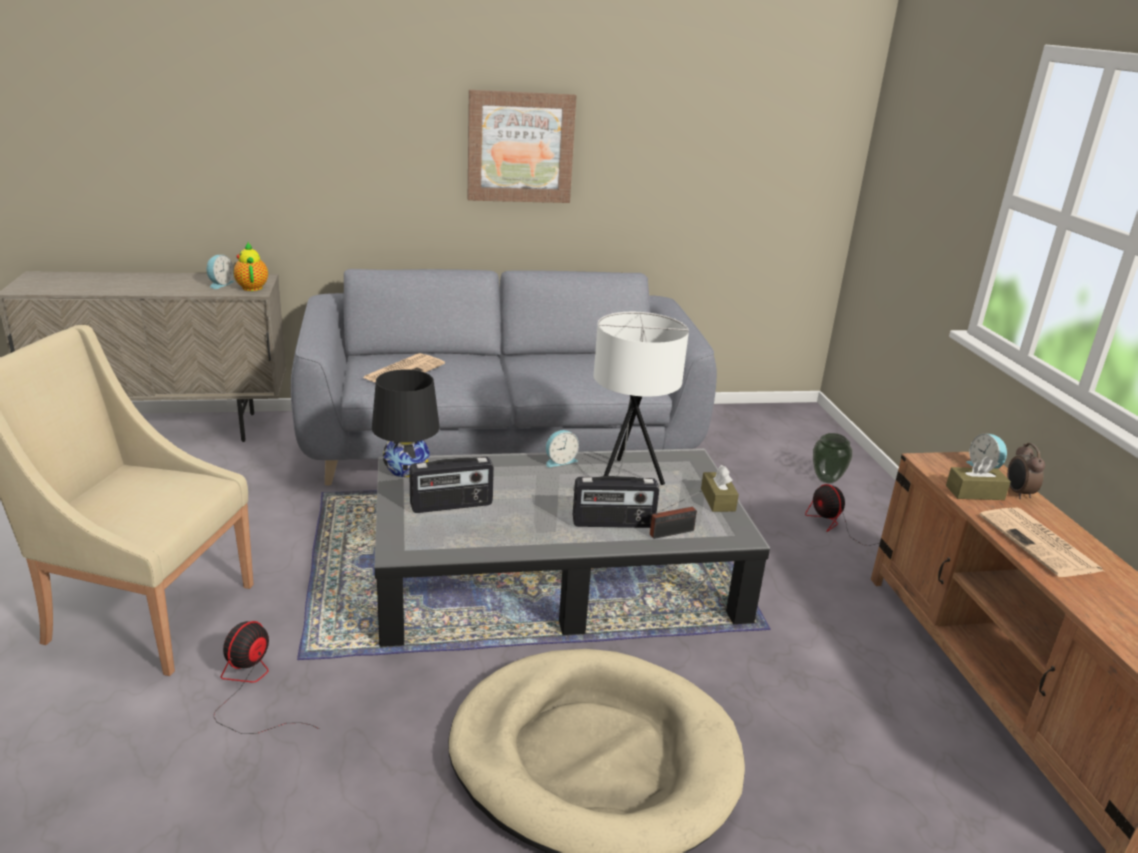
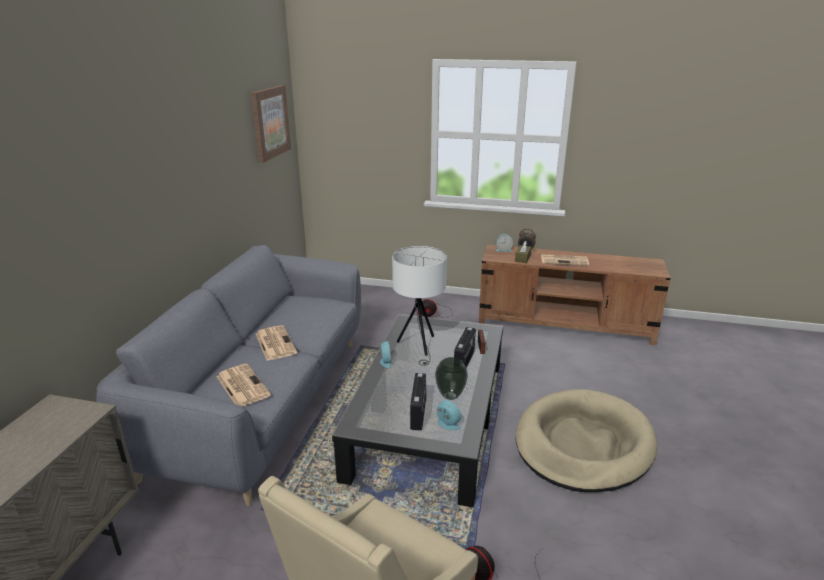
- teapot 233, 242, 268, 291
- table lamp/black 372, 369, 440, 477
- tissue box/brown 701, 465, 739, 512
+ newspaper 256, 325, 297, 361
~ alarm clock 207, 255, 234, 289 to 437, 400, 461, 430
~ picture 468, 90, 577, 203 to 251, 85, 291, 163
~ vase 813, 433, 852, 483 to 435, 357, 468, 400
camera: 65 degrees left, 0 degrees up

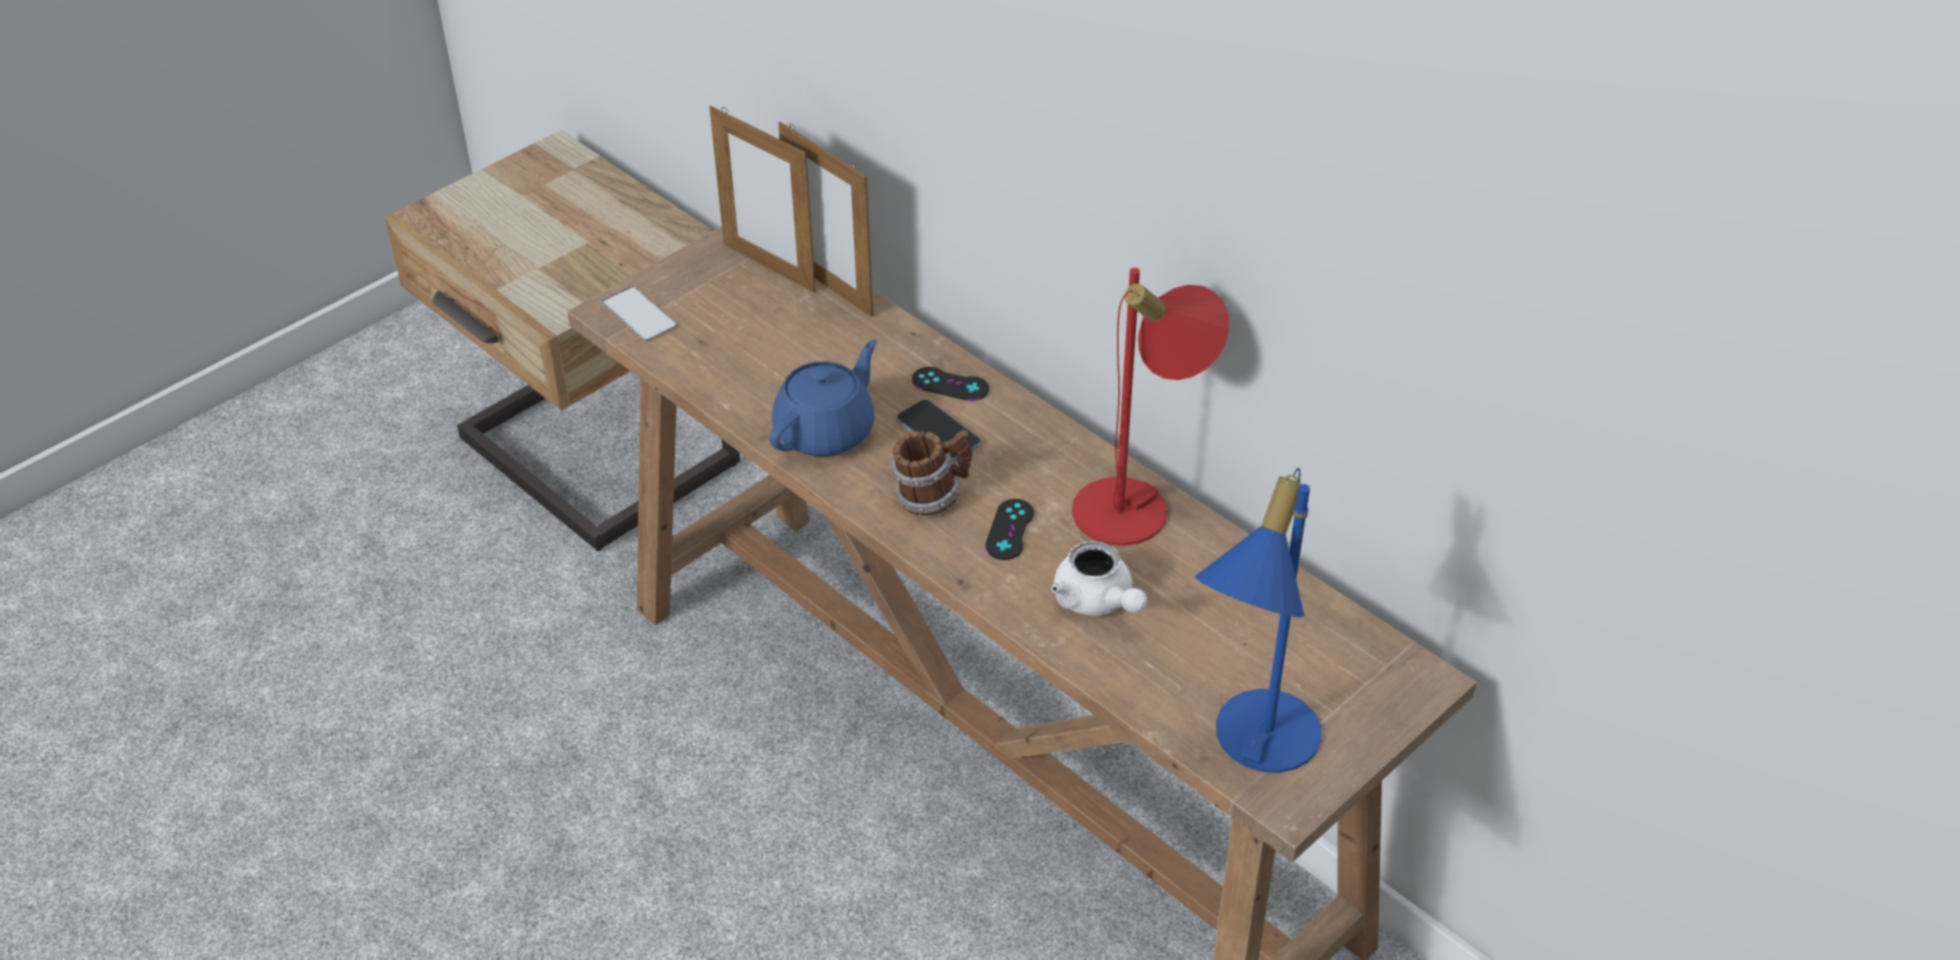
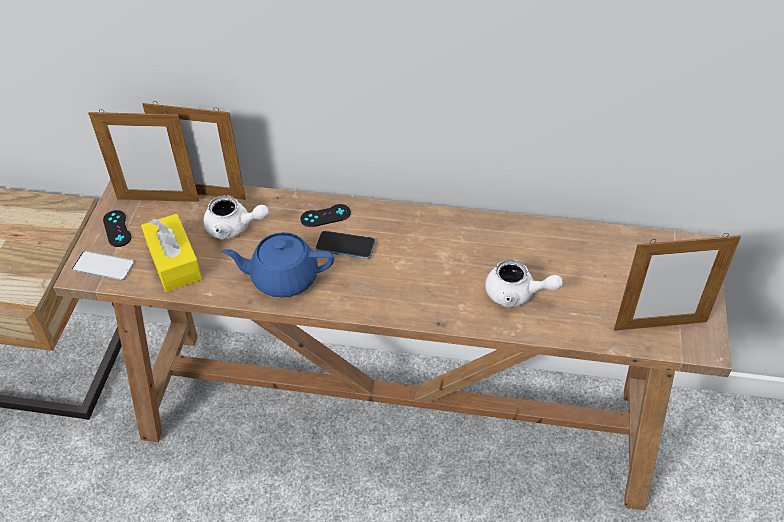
- mug 890, 430, 972, 516
- table lamp/red 1072, 268, 1229, 546
+ tissue box/yellow 141, 214, 202, 292
+ teapot/white 203, 195, 269, 239
~ game controller/black 985, 499, 1034, 560 to 103, 210, 132, 247
~ table lamp/blue 1195, 468, 1322, 773 to picture frame 614, 233, 741, 331
~ teapot/blue 769, 339, 877, 457 = 222, 232, 334, 298 90 degrees counterclockwise
camera: 35 degrees left, 5 degrees up

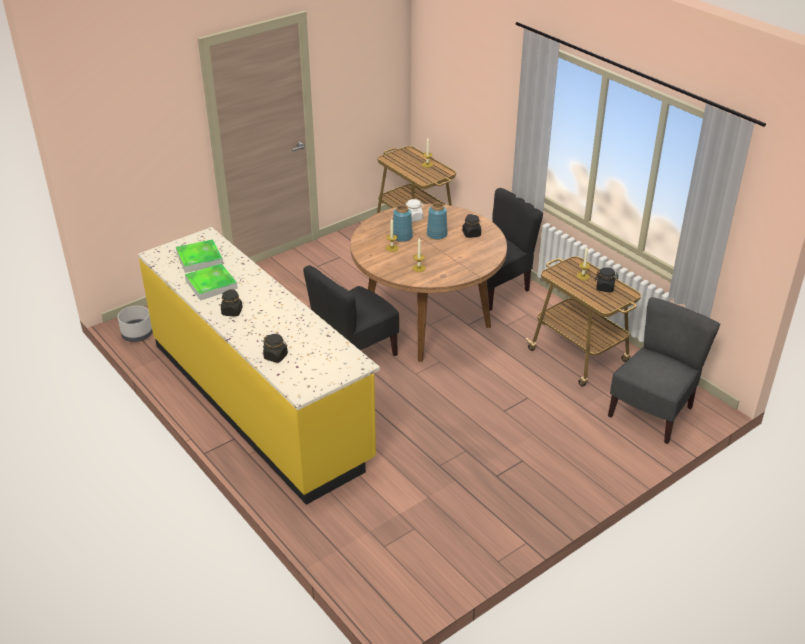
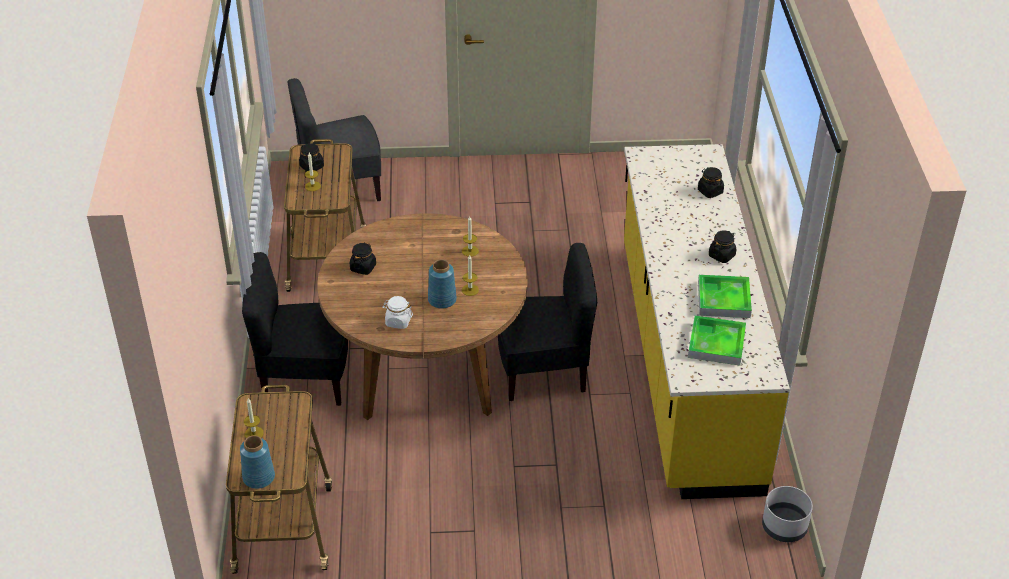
~ vase/blue 427, 203, 448, 240 to 240, 435, 275, 489
camera: 145 degrees left, 5 degrees up

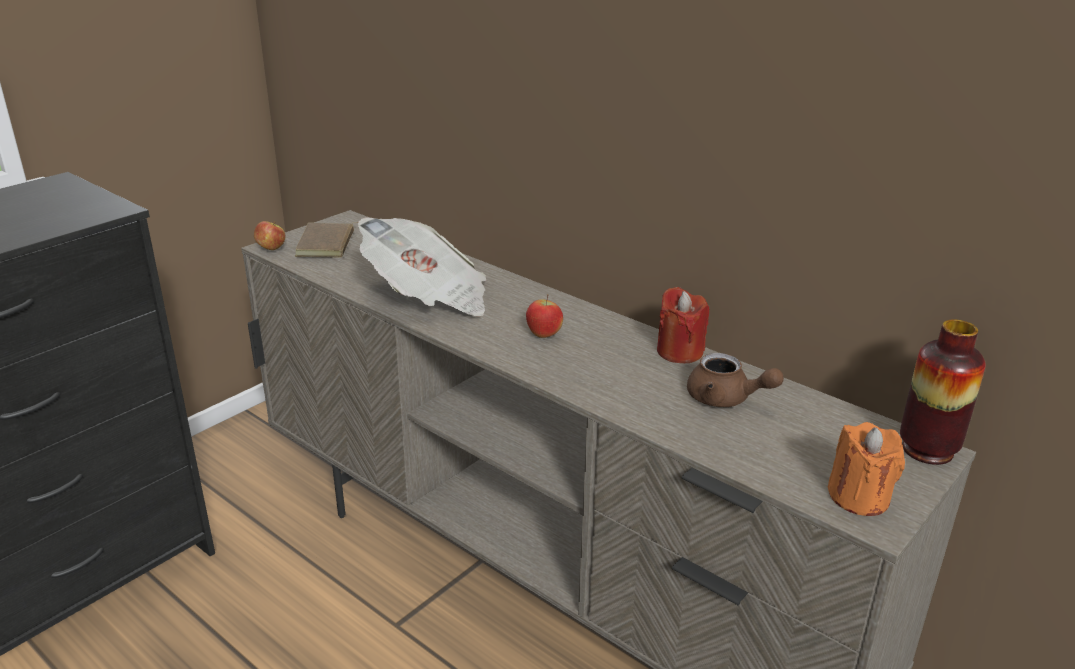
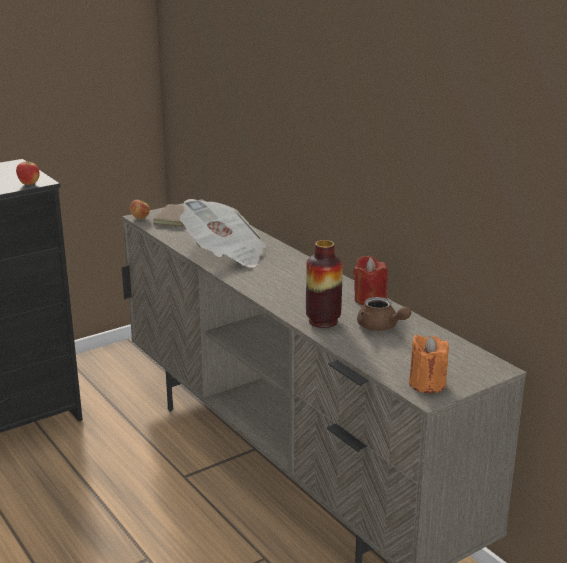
~ apple 526, 294, 563, 338 to 16, 158, 40, 185
~ vase 900, 319, 986, 465 to 306, 240, 343, 328
camera: 15 degrees right, 5 degrees down

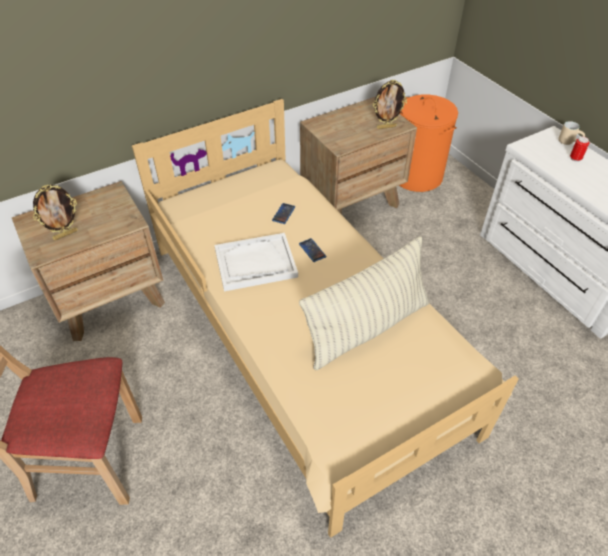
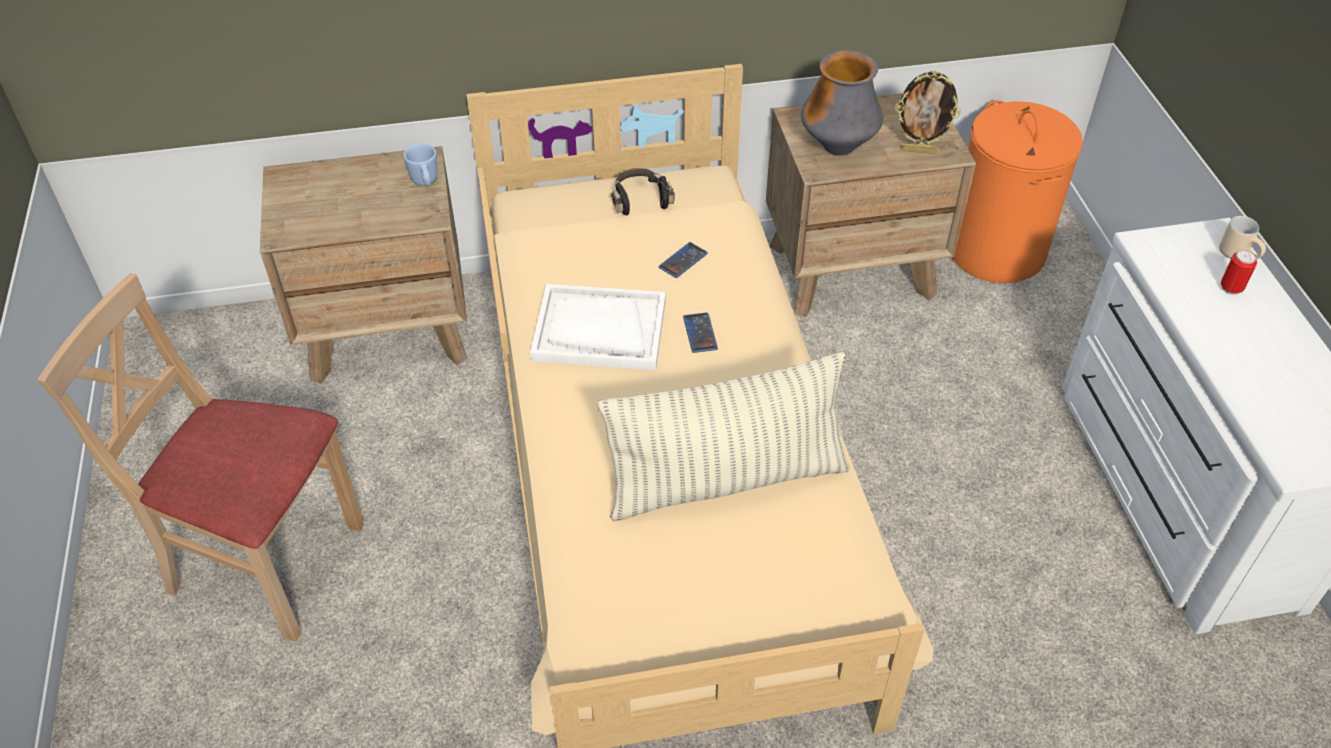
- picture frame 33, 185, 78, 240
+ mug/blue 403, 143, 438, 186
+ headphones/black 611, 168, 675, 215
+ vase 801, 51, 883, 156
camera: 20 degrees right, 0 degrees up

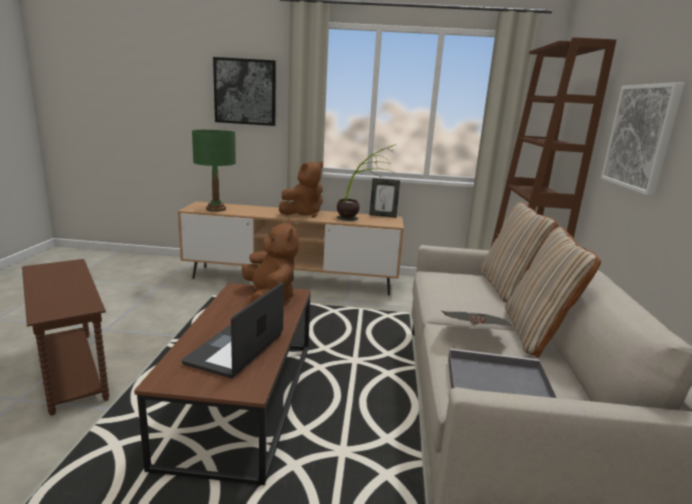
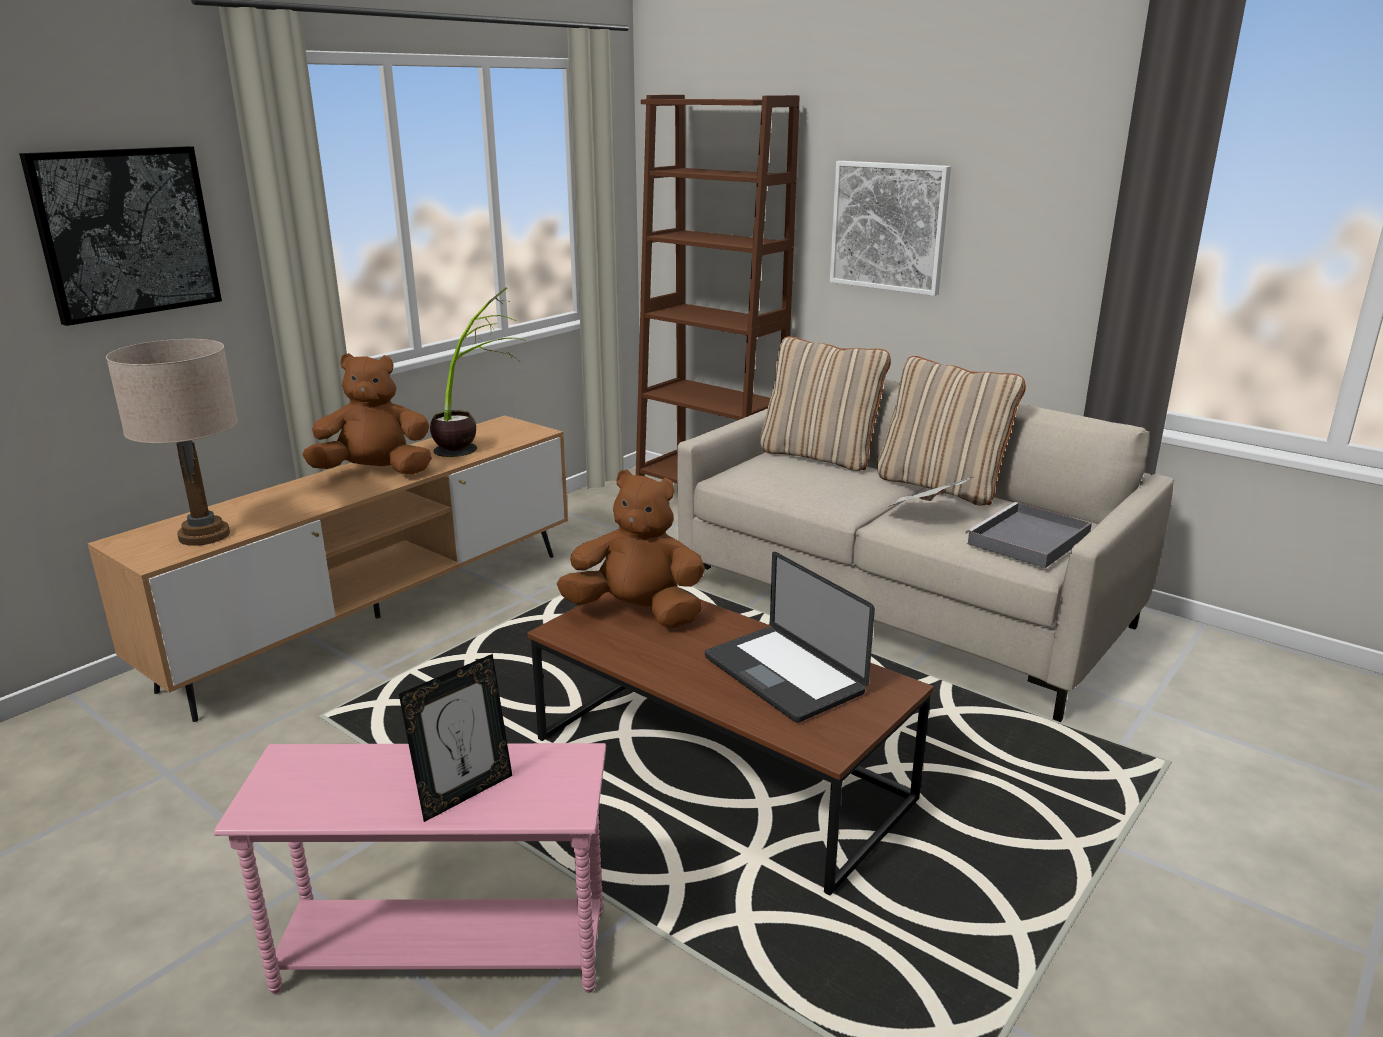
~ picture frame 369, 178, 400, 218 to 399, 654, 512, 822
~ side table/brown 22, 259, 109, 416 to side table/pink 214, 743, 606, 994
~ table lamp/green 192, 130, 236, 212 to table lamp/beige 106, 339, 238, 546
~ plush toy/brown 279, 162, 323, 217 = 302, 353, 432, 474 90 degrees counterclockwise
camera: 55 degrees left, 5 degrees up

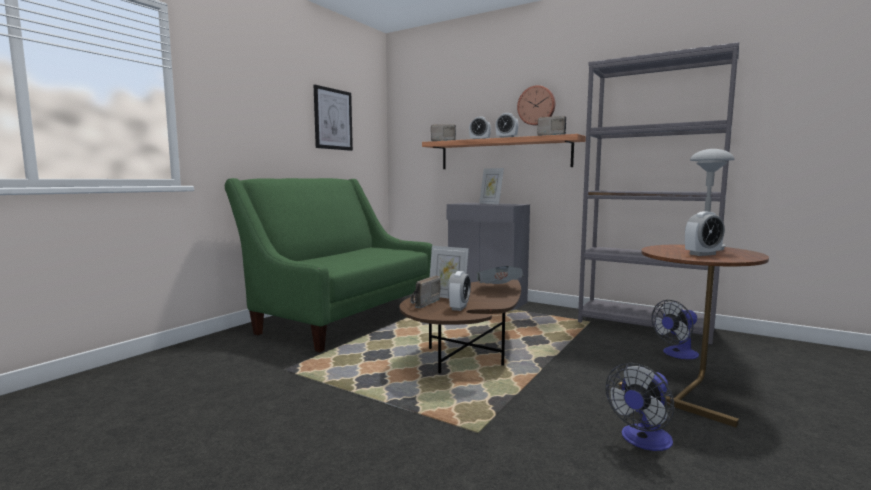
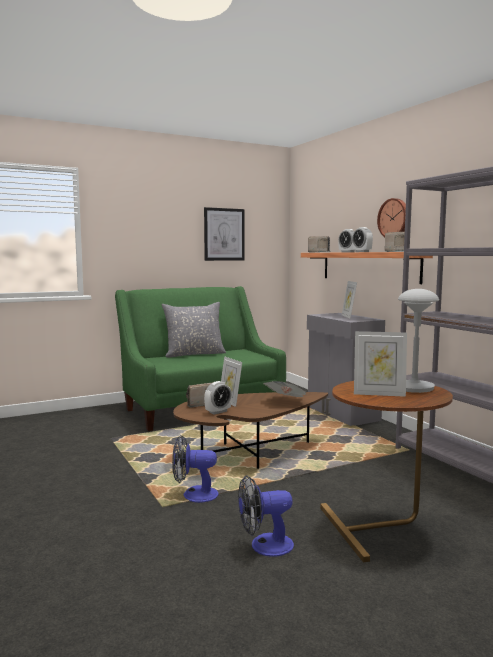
+ pillow/grey 161, 302, 226, 358
~ fan 652, 300, 699, 359 to 172, 435, 218, 503
~ alarm clock 685, 211, 725, 256 to picture frame 354, 331, 407, 397
camera: 30 degrees right, 0 degrees up

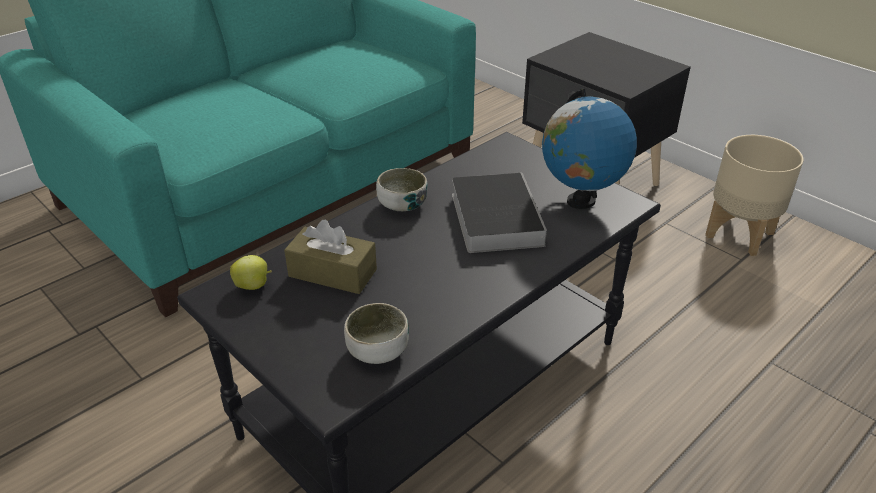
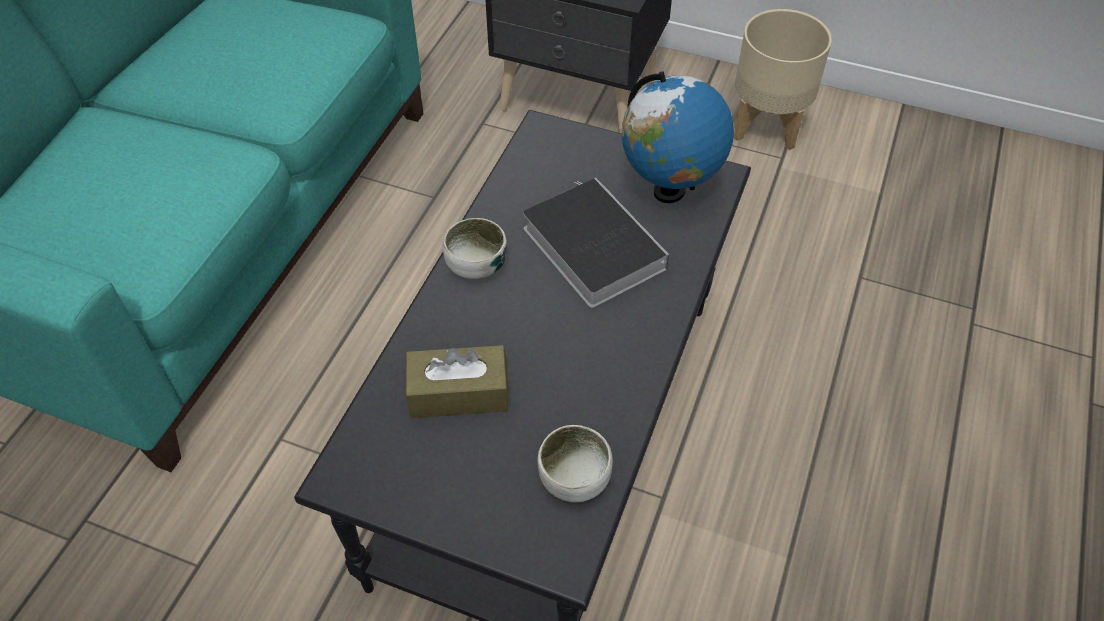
- apple 230, 255, 272, 290
camera: 25 degrees left, 15 degrees up

